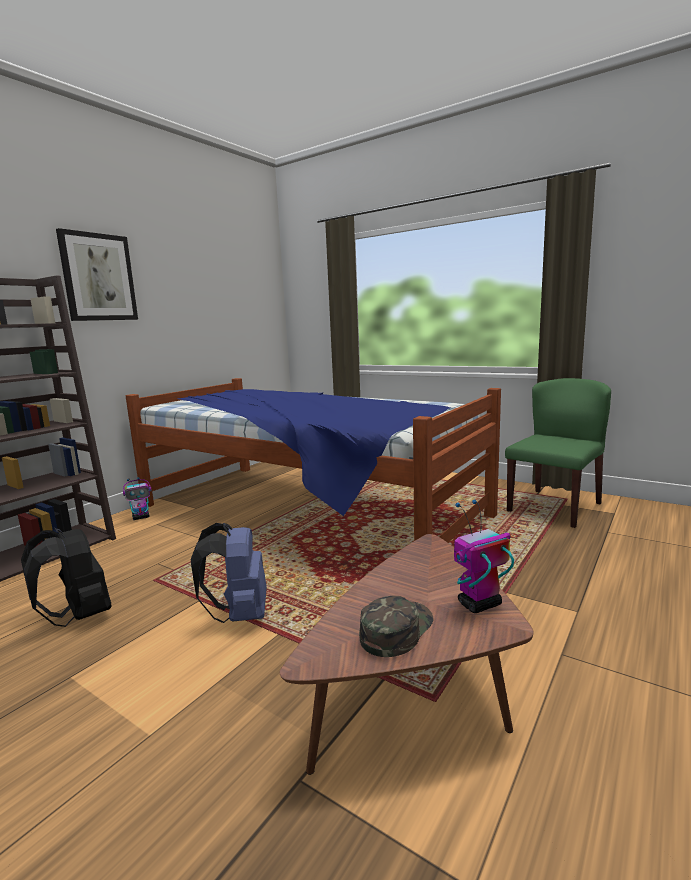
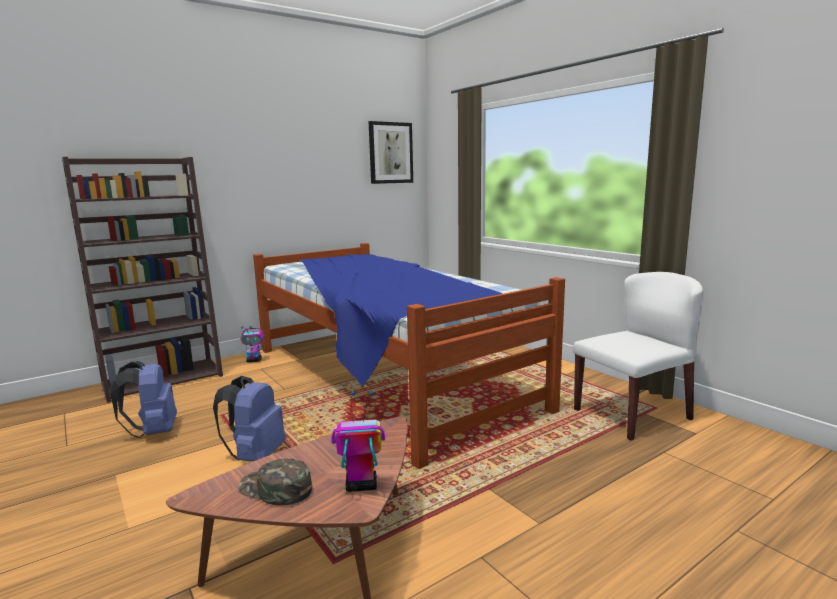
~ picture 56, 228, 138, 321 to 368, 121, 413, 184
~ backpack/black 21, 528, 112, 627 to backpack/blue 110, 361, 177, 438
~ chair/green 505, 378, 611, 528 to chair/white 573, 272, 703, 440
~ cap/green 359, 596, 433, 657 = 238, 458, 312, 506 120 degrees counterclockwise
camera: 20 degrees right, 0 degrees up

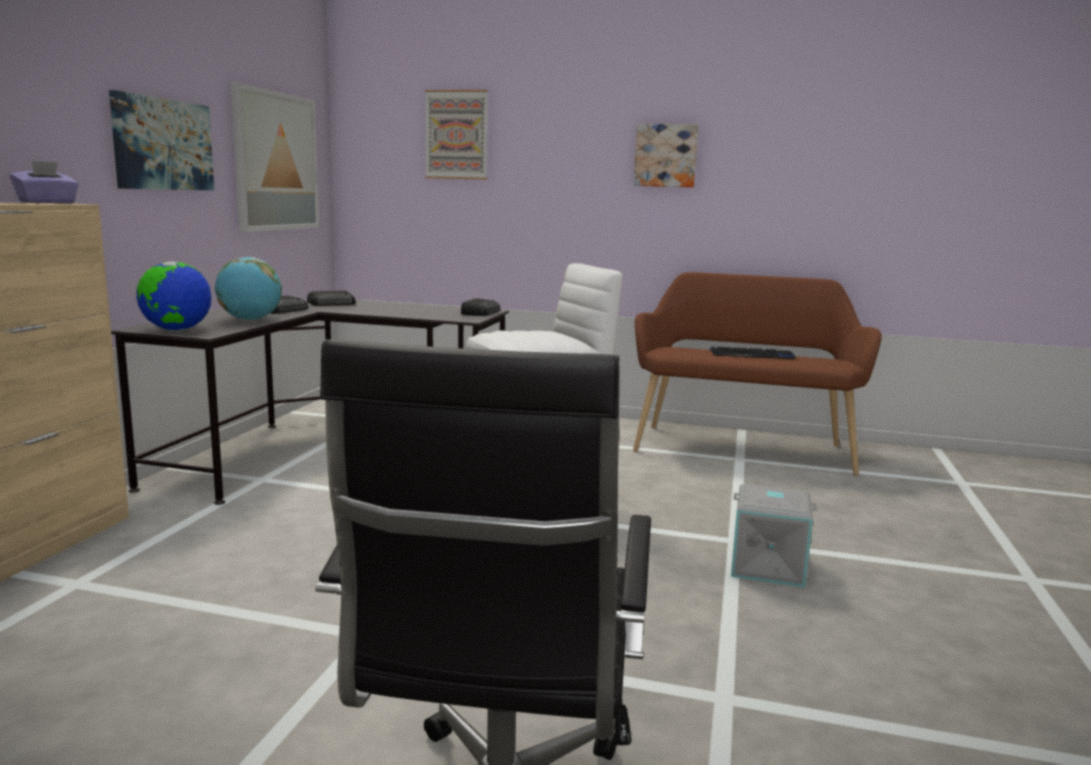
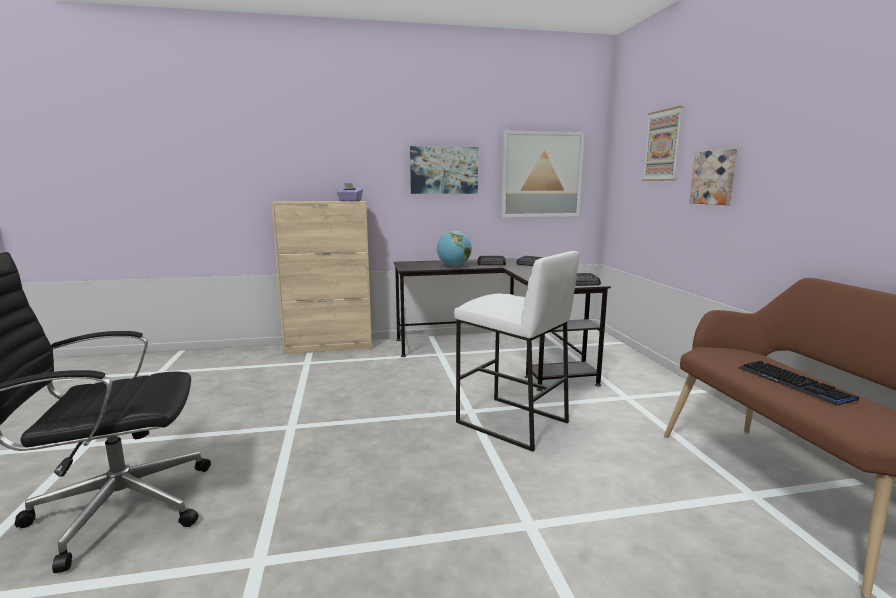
- globe 136, 262, 211, 331
- storage box/grey 731, 484, 817, 588
~ picture 634, 124, 698, 187 to 689, 149, 737, 205
camera: 65 degrees right, 0 degrees up

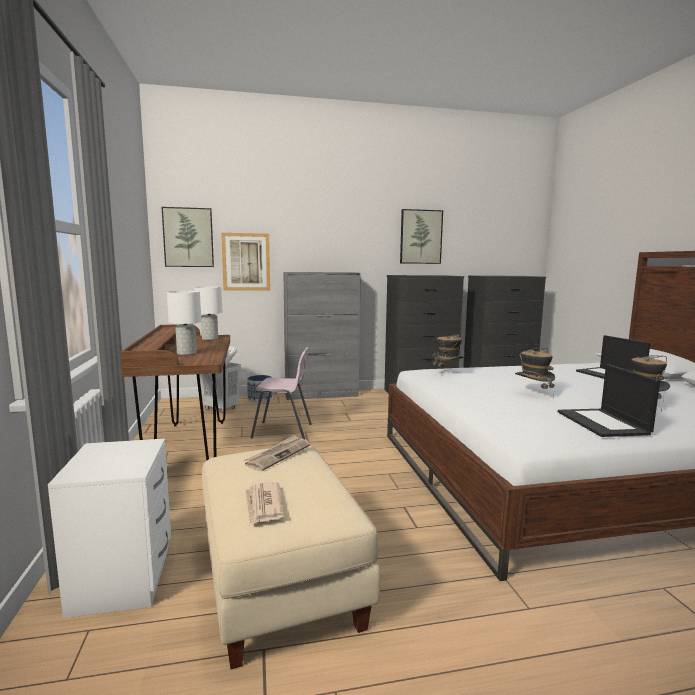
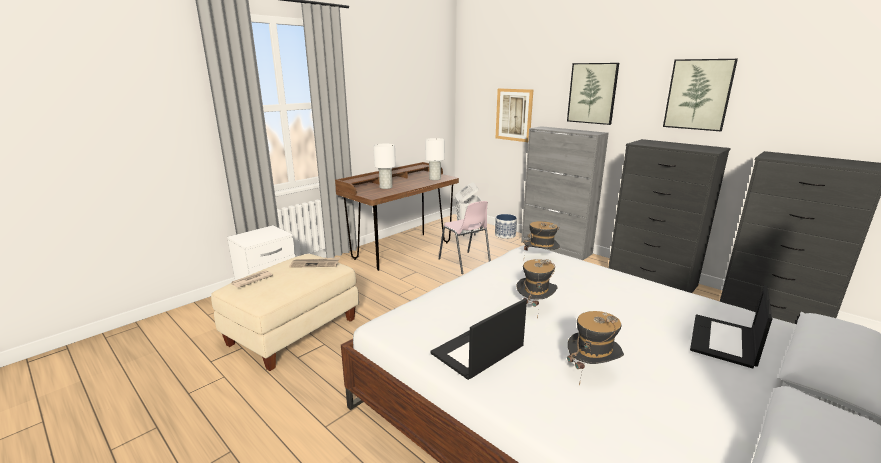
~ picture 162, 207, 214, 267 to 567, 63, 619, 125
camera: 55 degrees right, 10 degrees up

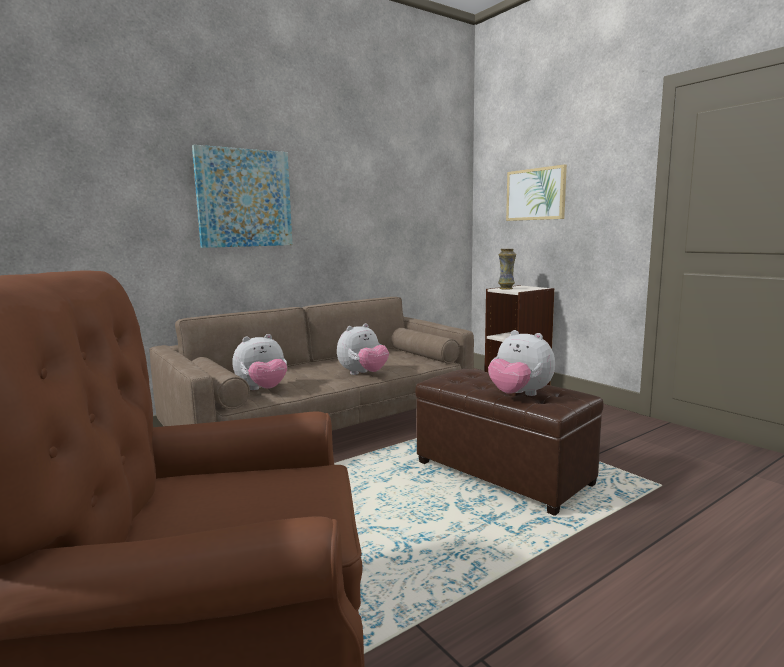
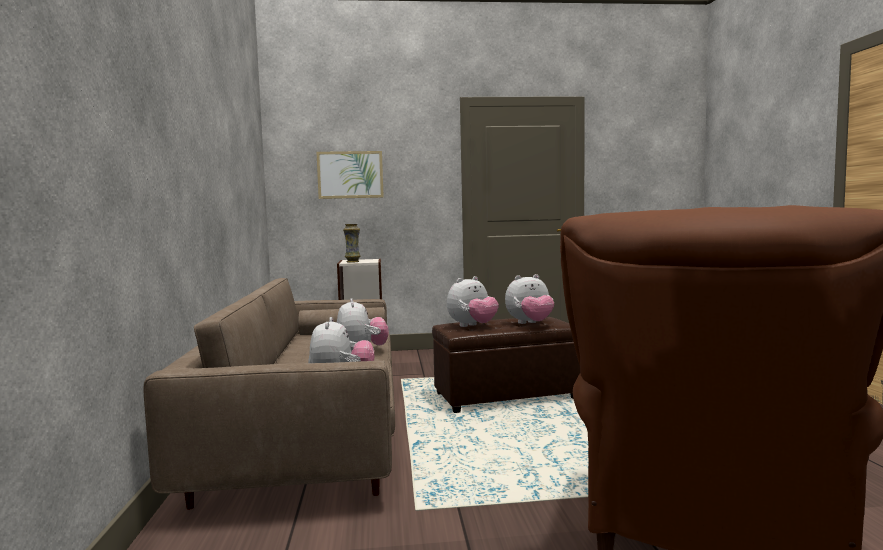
- picture 192, 145, 292, 248
+ plush toy 447, 276, 499, 327
camera: 60 degrees left, 5 degrees down

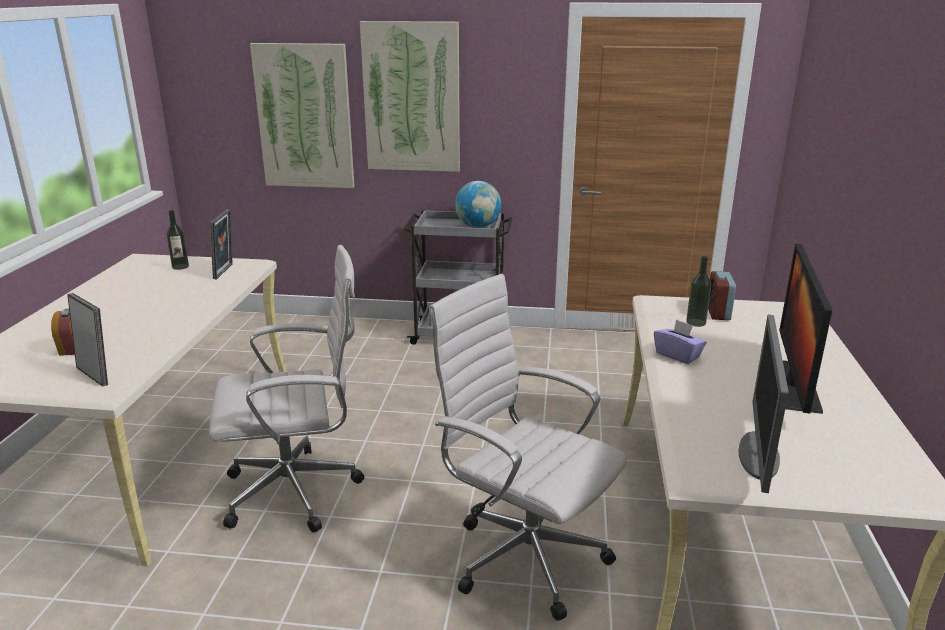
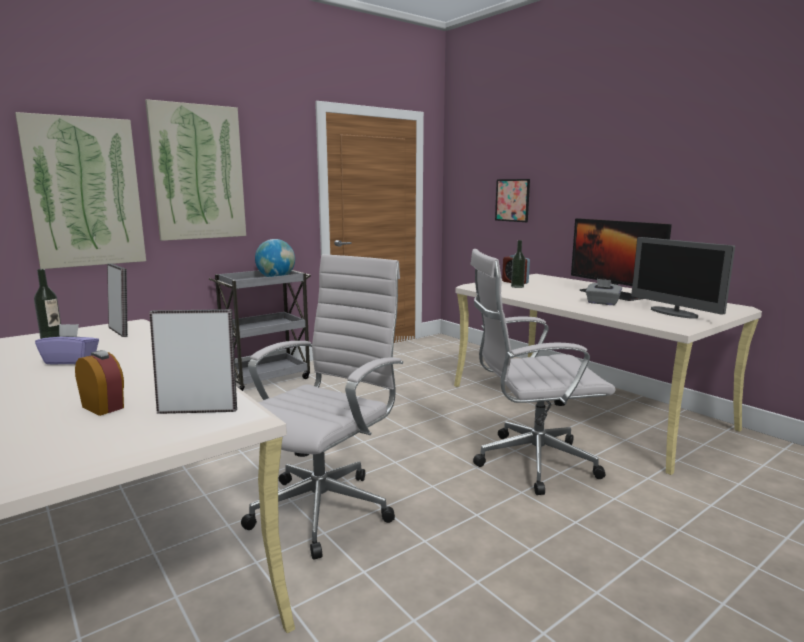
+ picture 495, 179, 530, 222
+ tissue box/grey 586, 279, 622, 305
~ tissue box/purple 654, 319, 706, 364 to 35, 324, 99, 365
camera: 45 degrees left, 10 degrees down

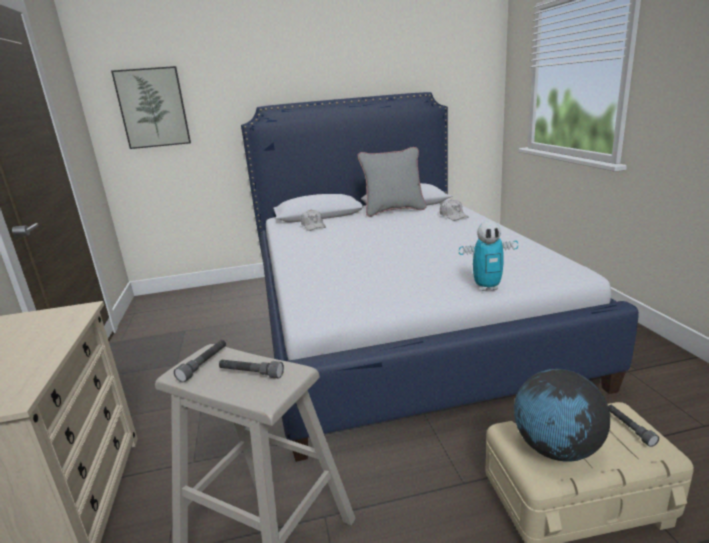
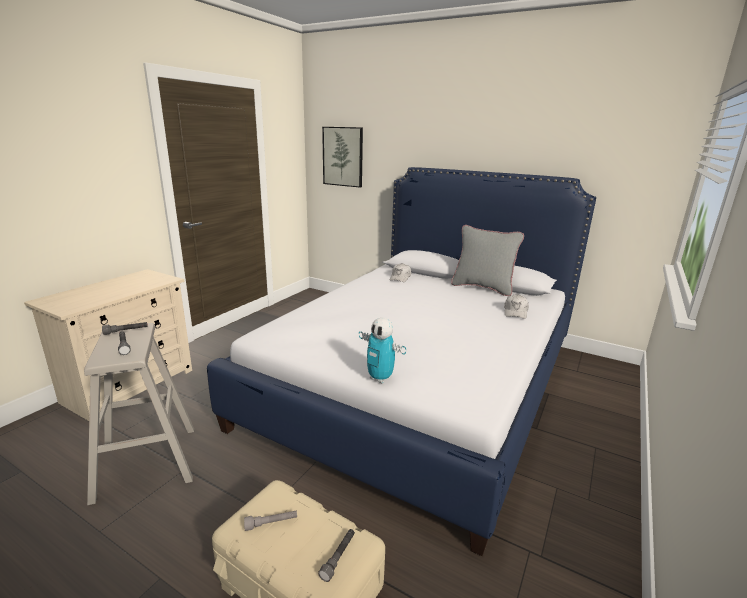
~ globe 514, 369, 610, 462 to flashlight/grey 244, 511, 297, 531
camera: 40 degrees right, 0 degrees up

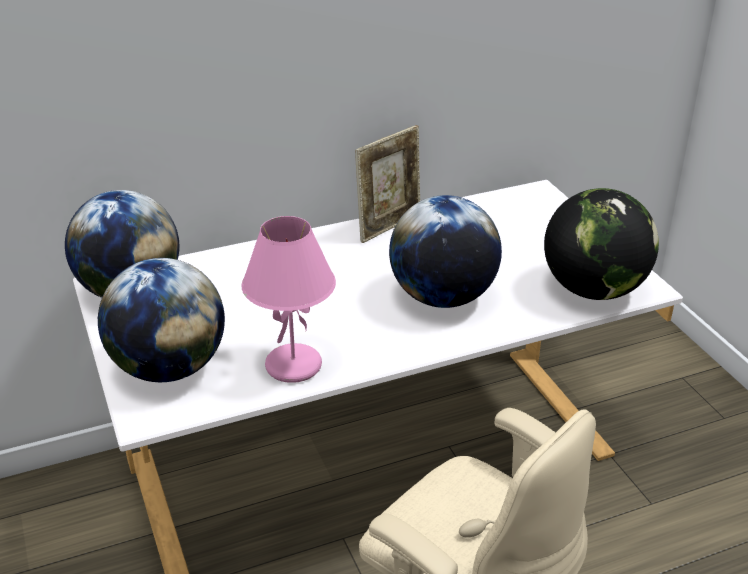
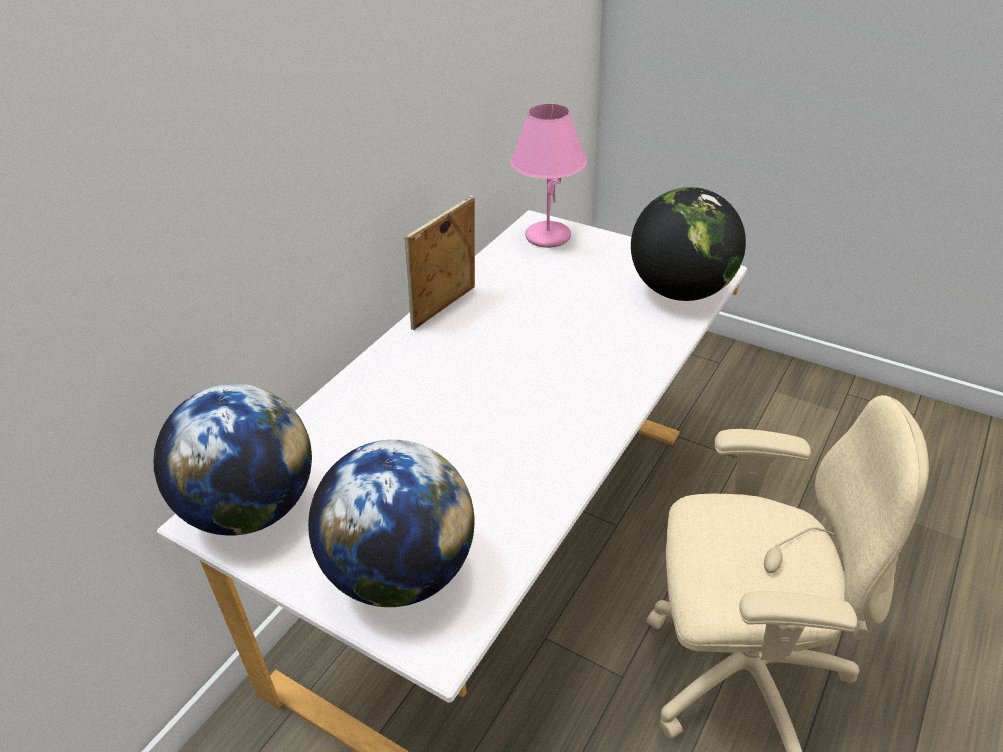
- globe 389, 195, 502, 308
~ table lamp/pink 241, 216, 336, 383 to 510, 104, 587, 248
~ picture frame 355, 125, 420, 243 = 404, 196, 475, 330 150 degrees counterclockwise
camera: 35 degrees left, 5 degrees up

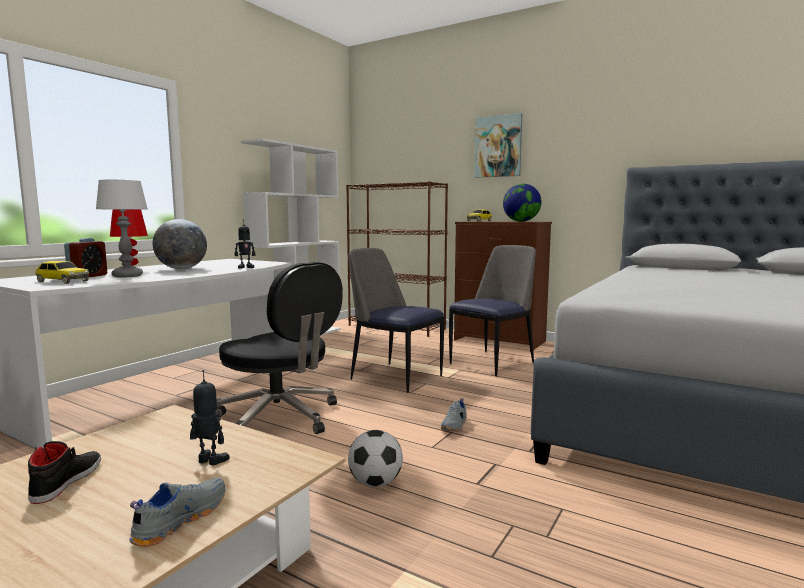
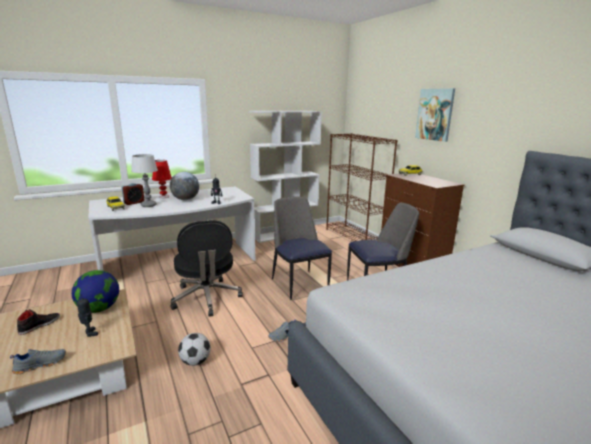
~ globe 503, 184, 541, 222 to 72, 270, 119, 313
camera: 30 degrees right, 10 degrees up

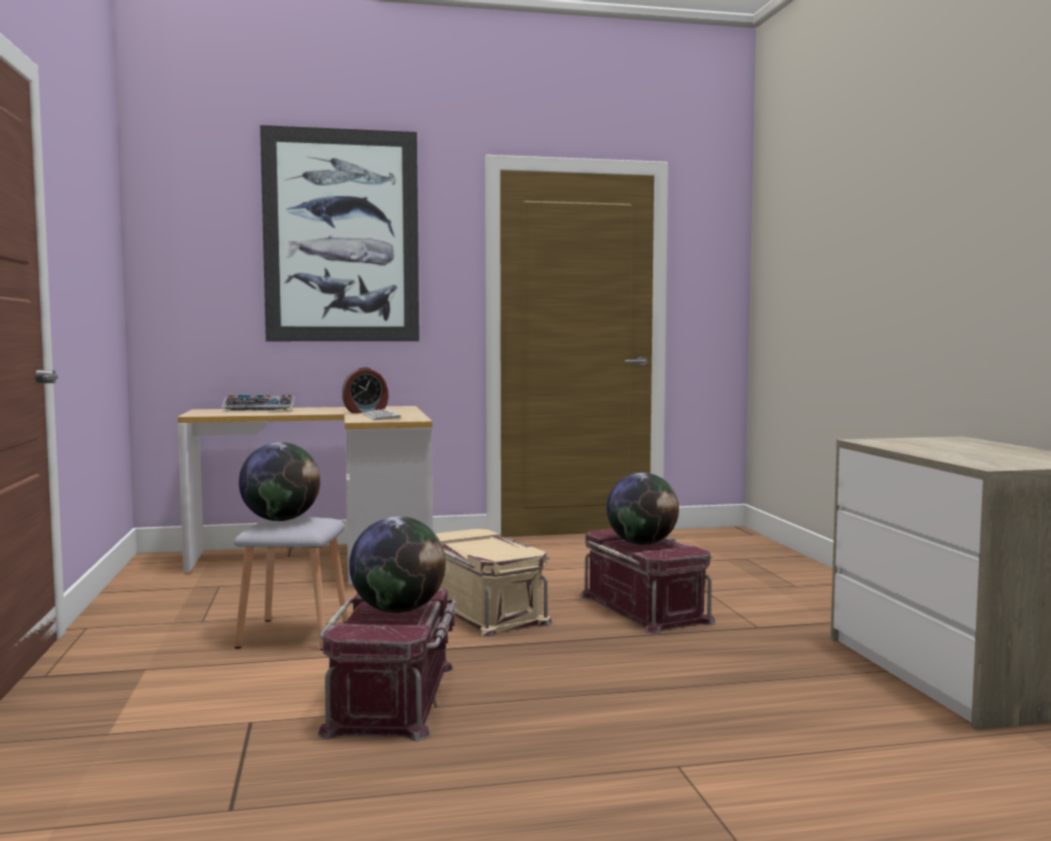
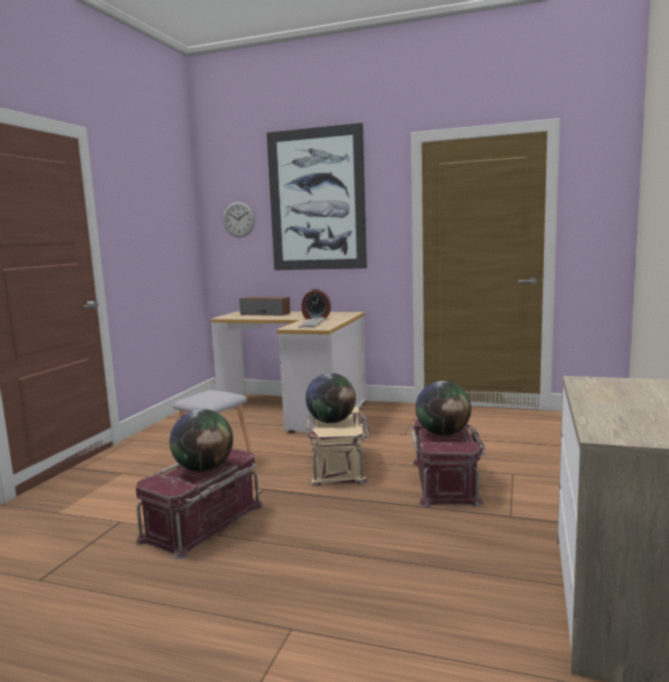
+ wall clock 223, 202, 255, 237
~ globe 239, 442, 320, 521 to 306, 373, 356, 423
~ keyboard 222, 394, 295, 412 to speaker 239, 297, 290, 316
camera: 30 degrees right, 5 degrees up

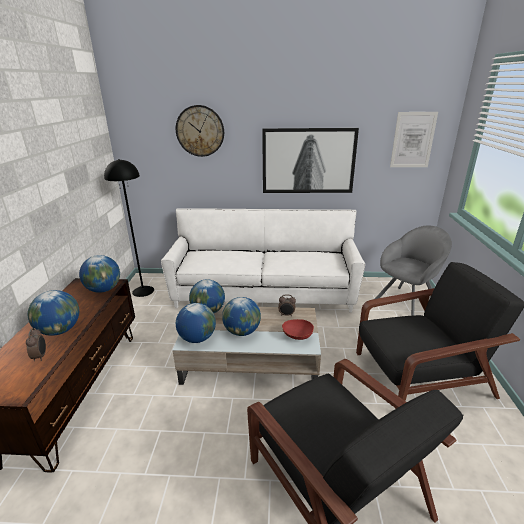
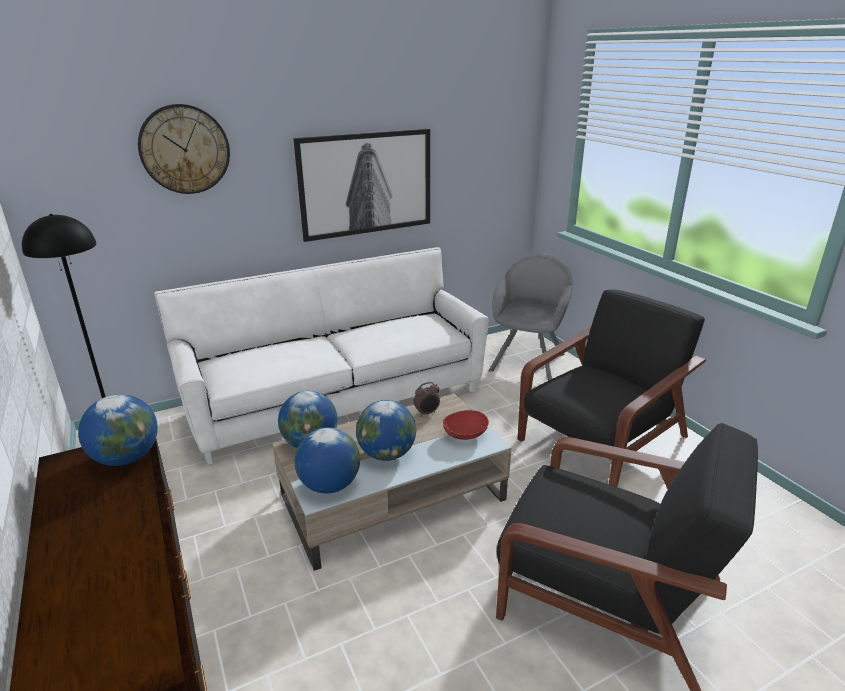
- alarm clock 26, 328, 46, 361
- globe 28, 290, 79, 336
- picture 390, 112, 438, 167
camera: 30 degrees left, 0 degrees up

